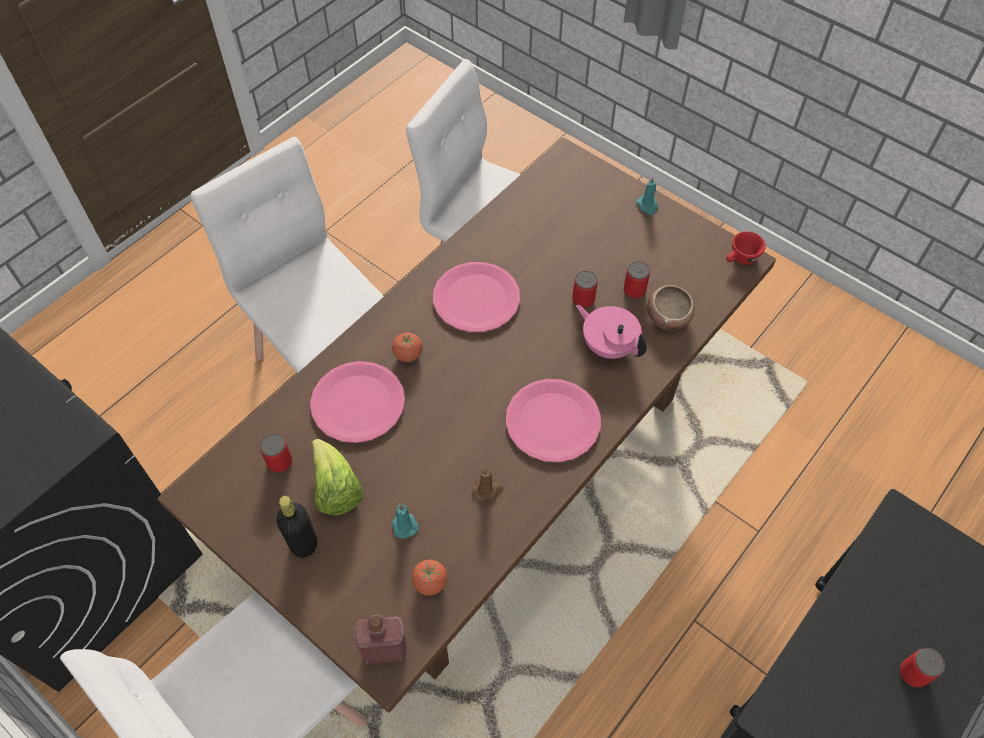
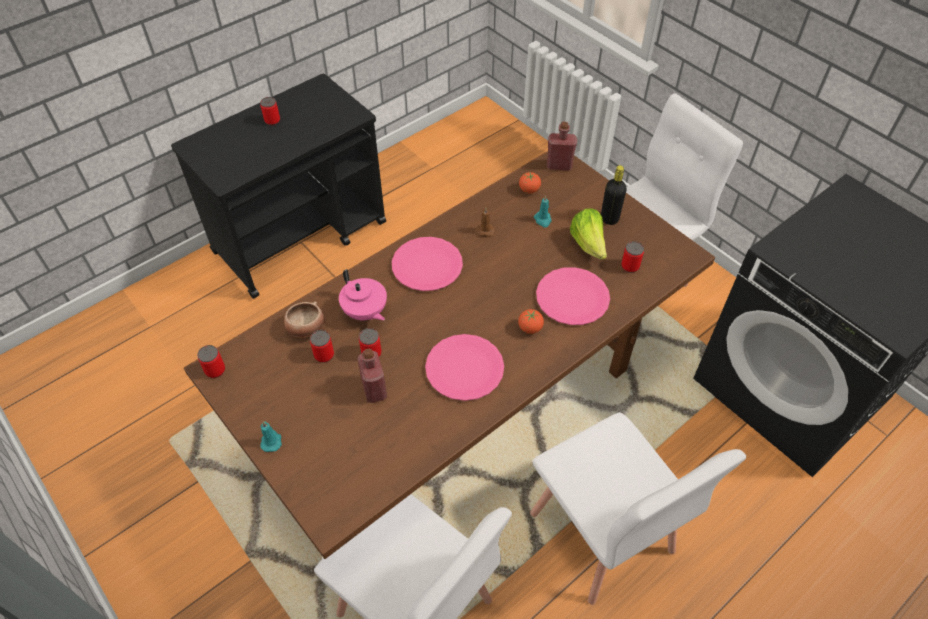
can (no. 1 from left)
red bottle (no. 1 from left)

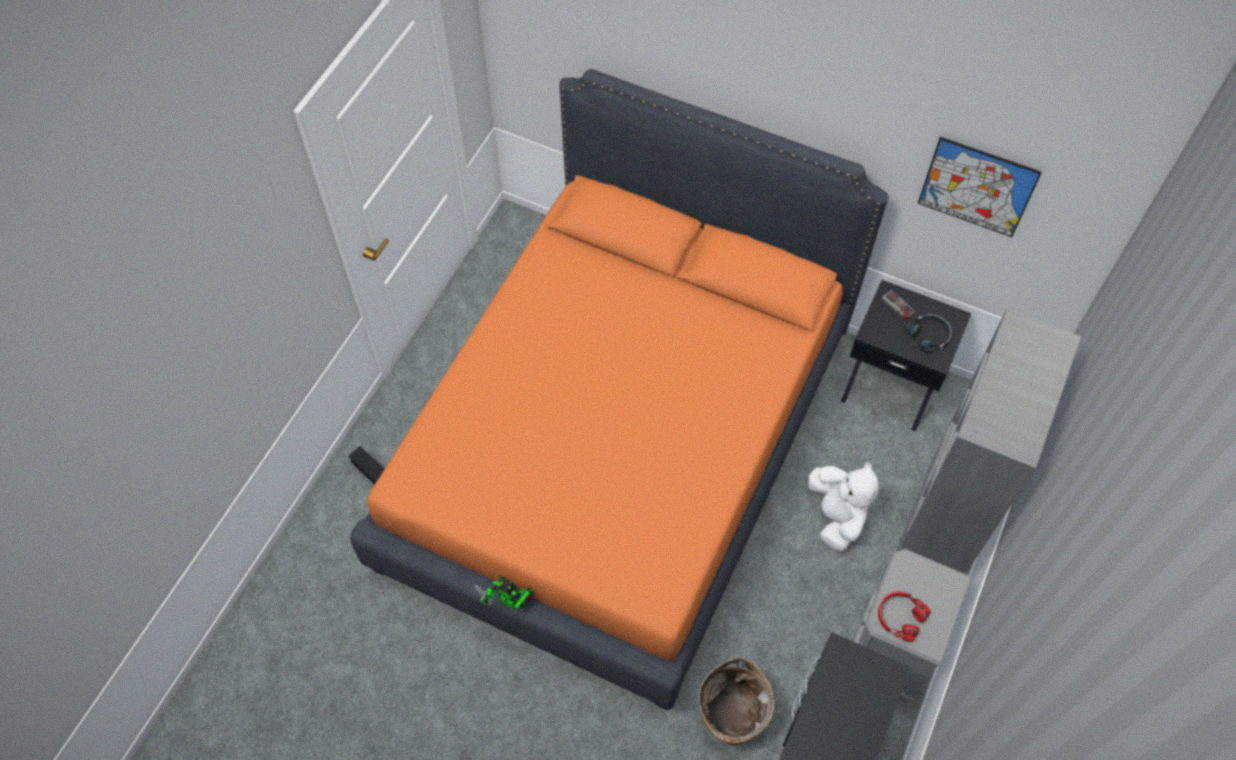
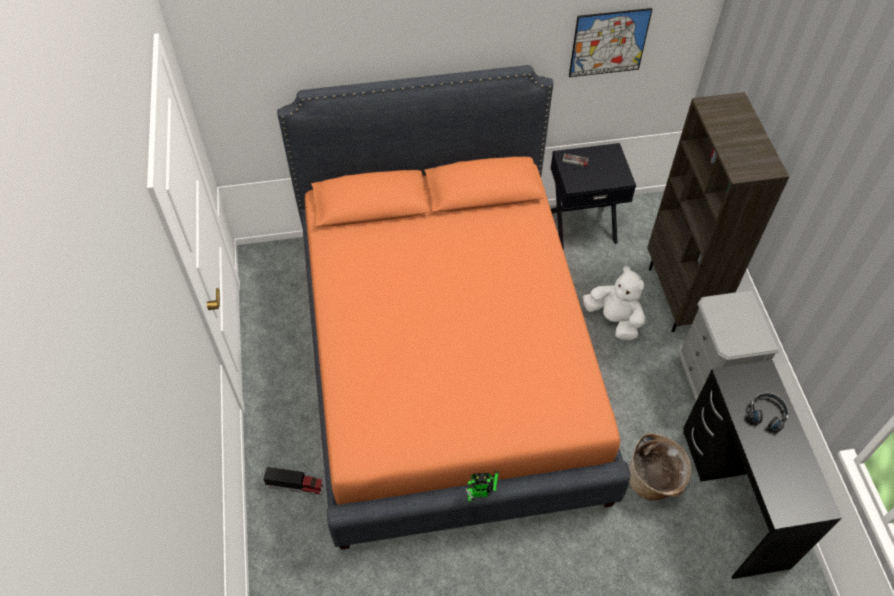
brown bookcase
black headphones
red headphones

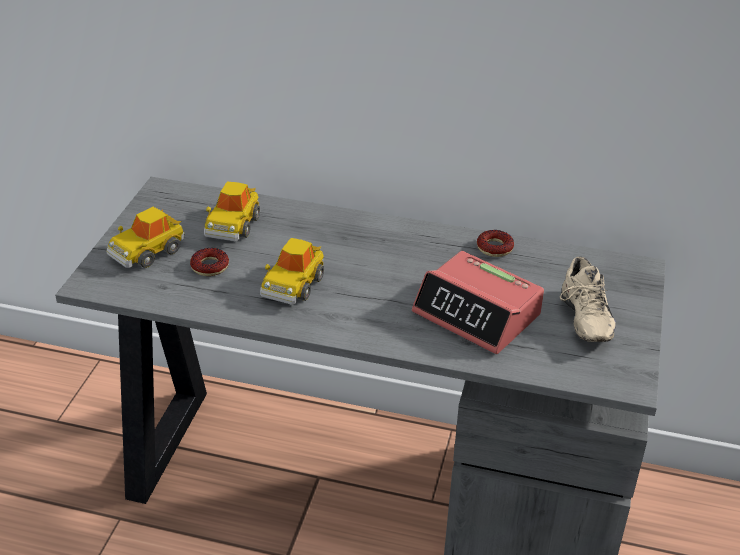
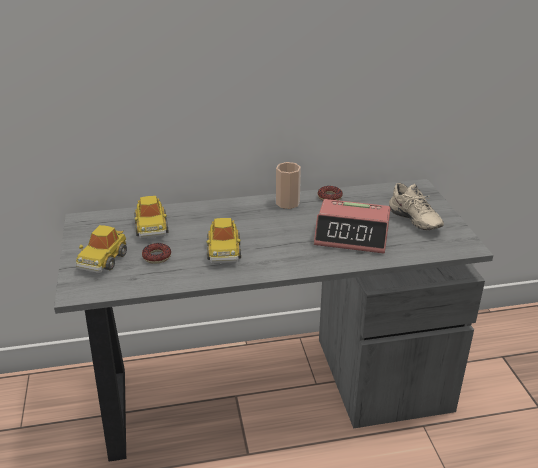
cup

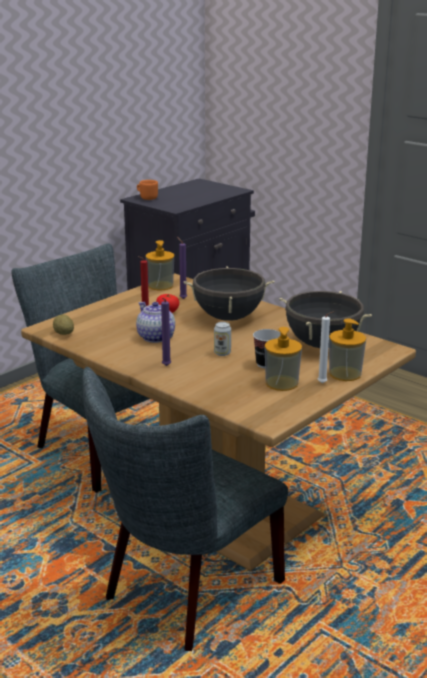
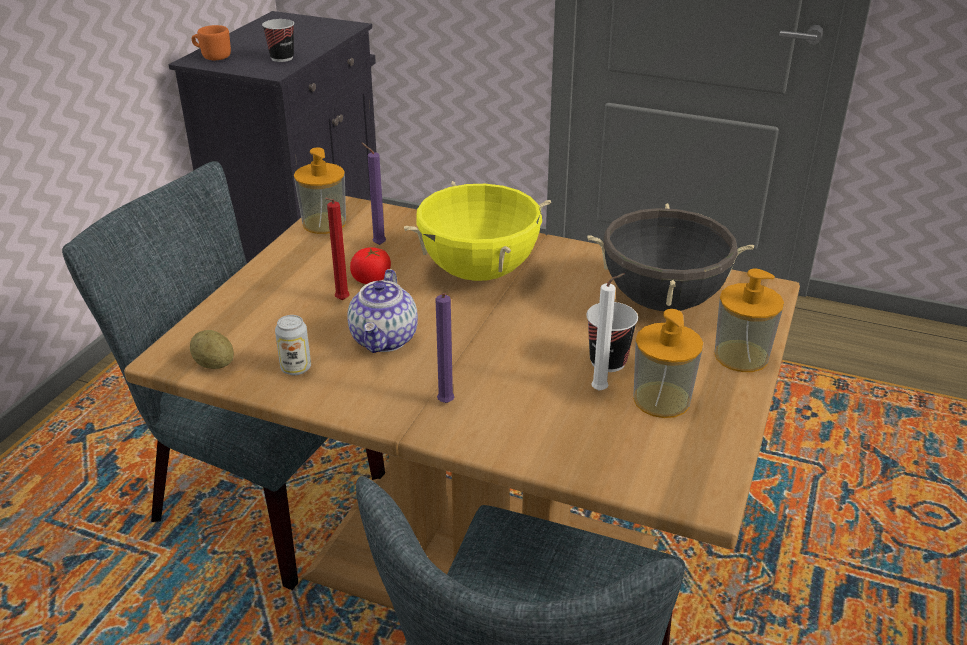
cup (no. 1 from left)
can
teapot
yellow cooking pot
white candle

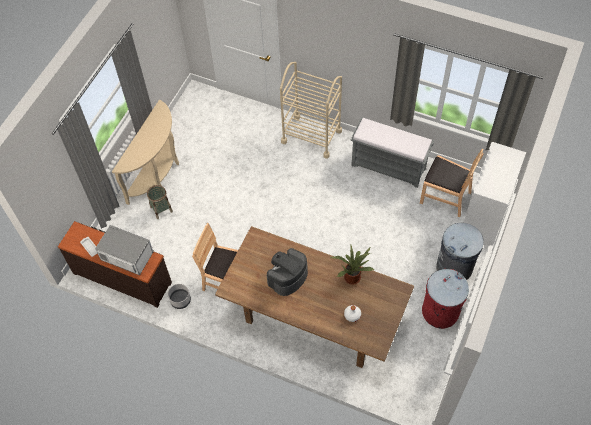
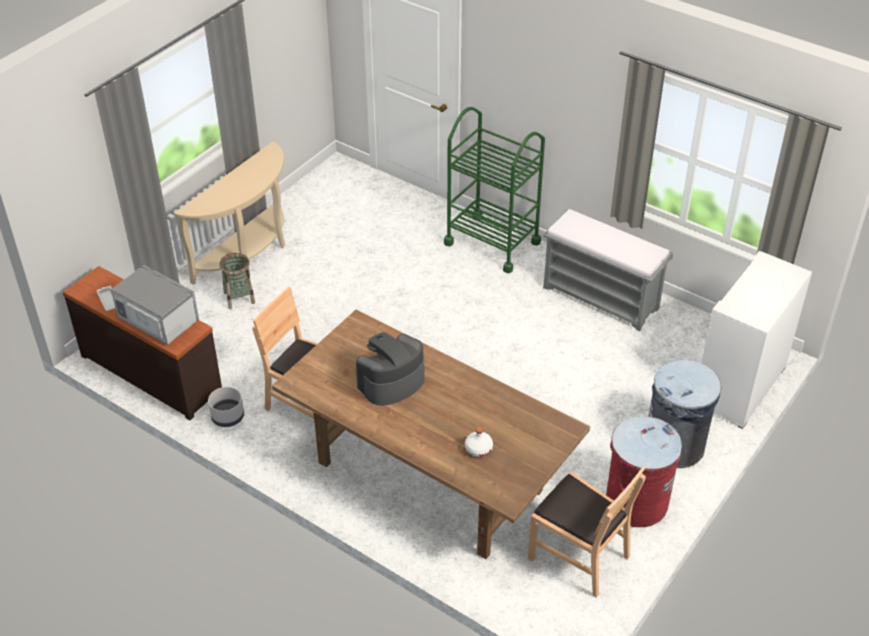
green cart
brown chair (no. 2 from left)
potted plant

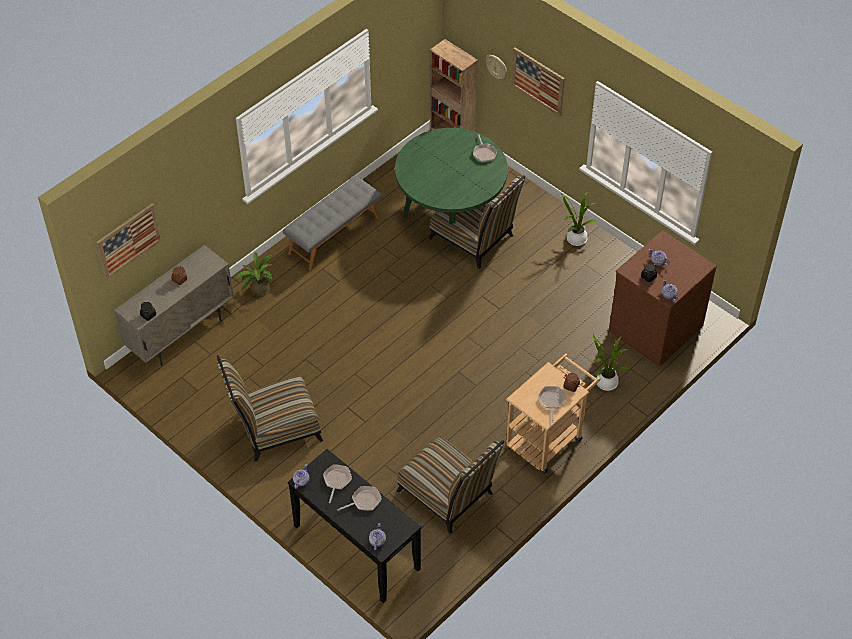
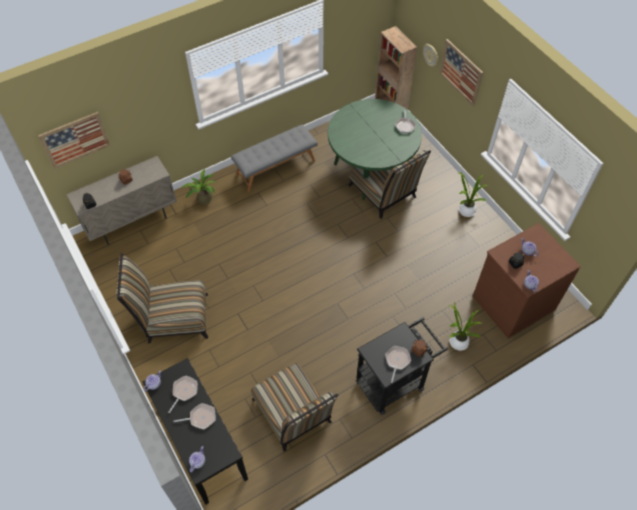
black cart

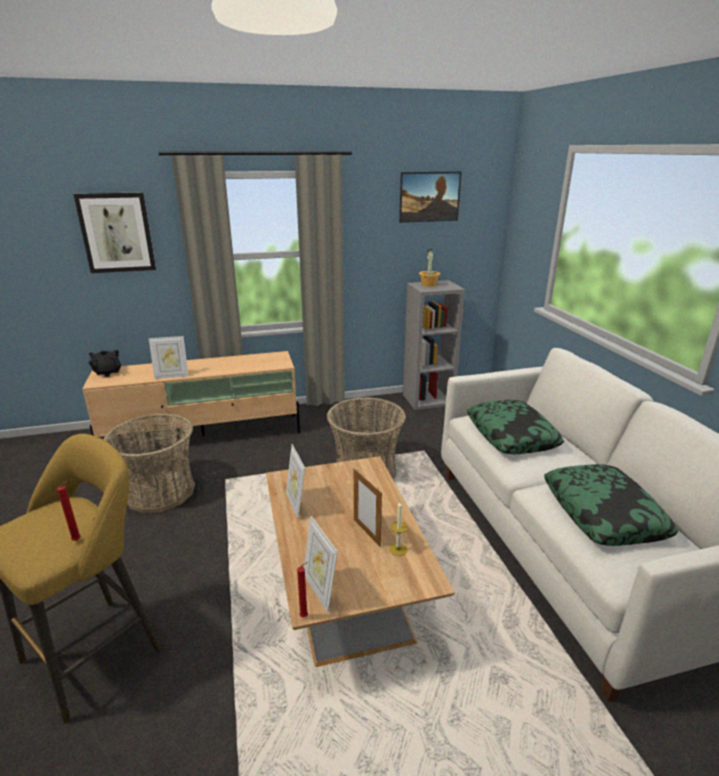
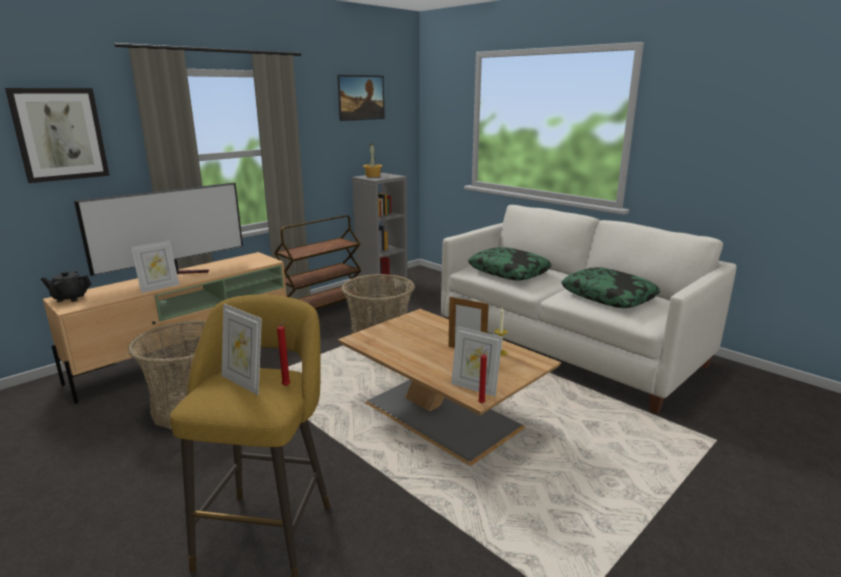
television
picture frame (no. 2 from left)
brown cart

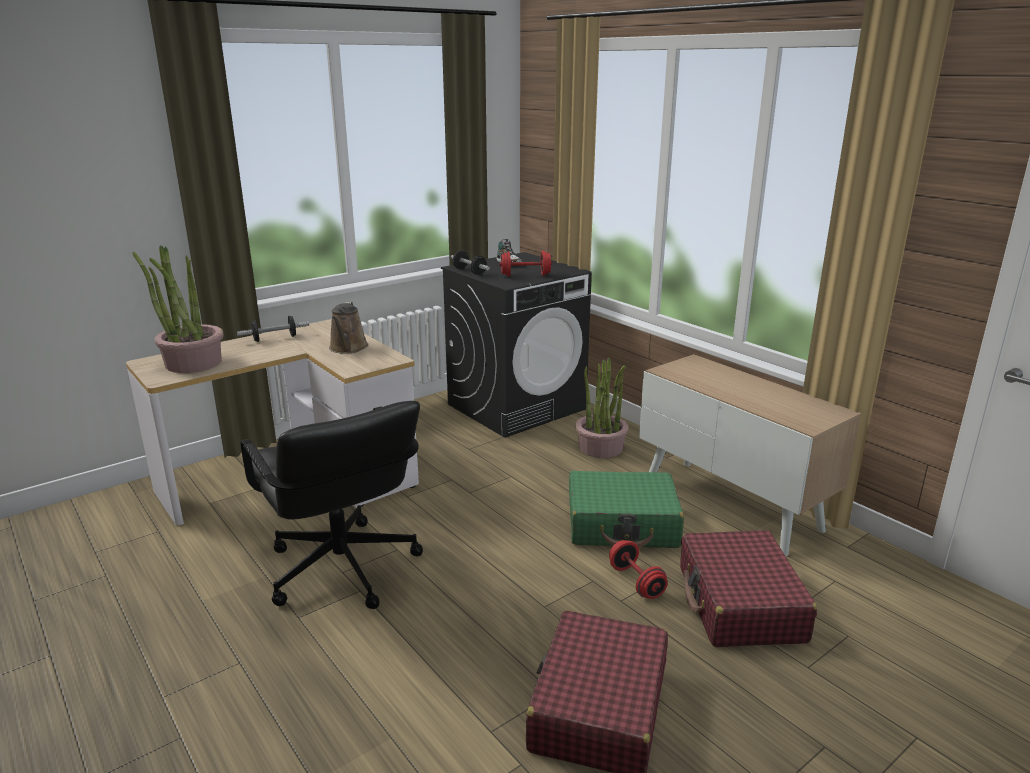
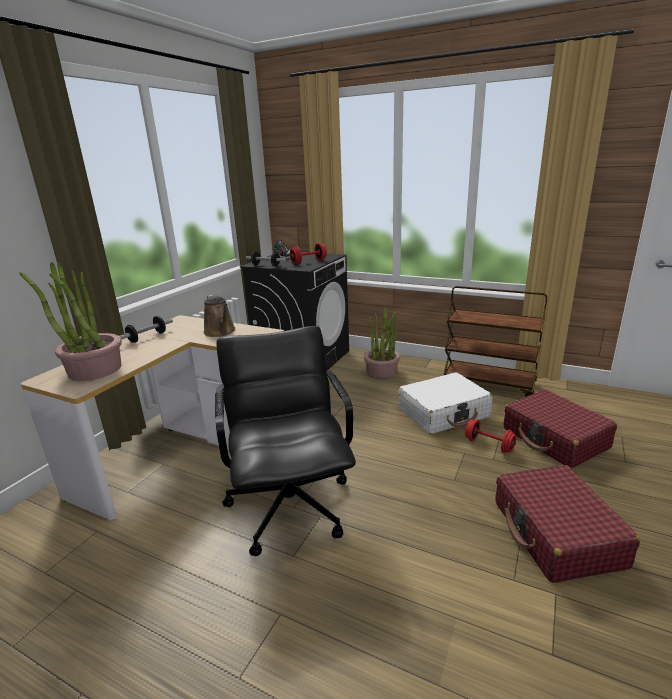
black office chair
white suitcase
brown cart

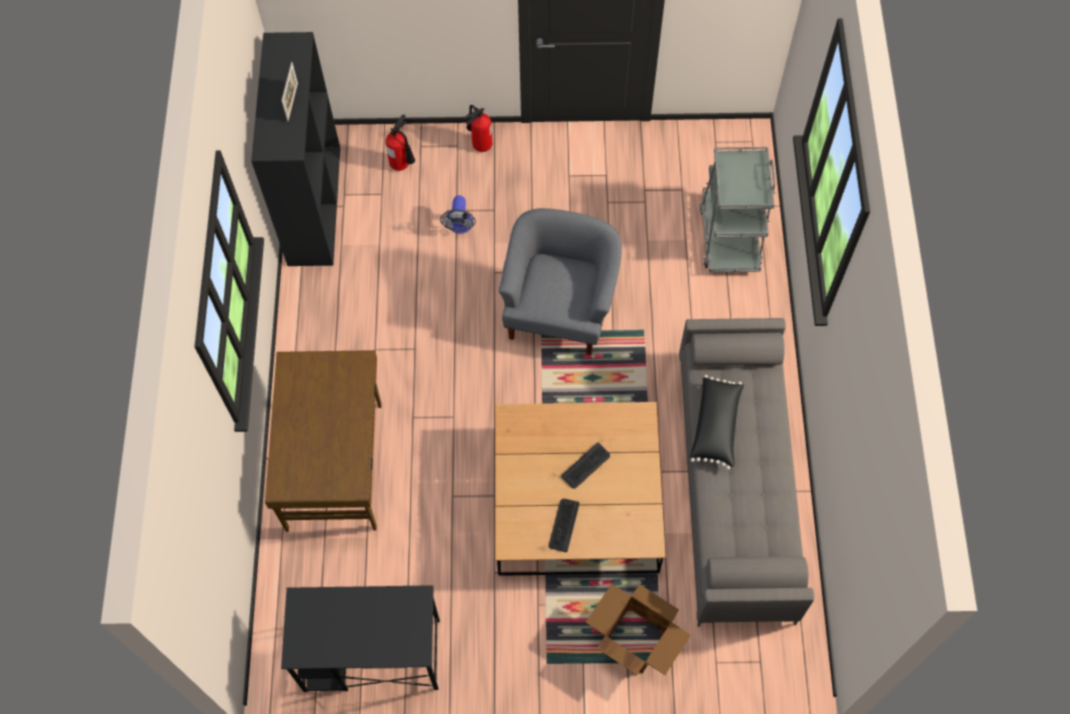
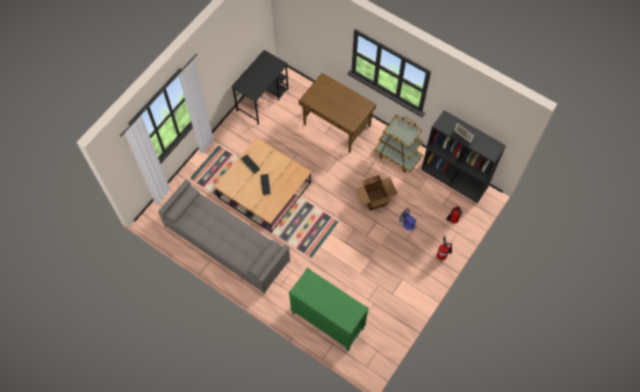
green dresser
cardboard box
brown cart
grey armchair
black pillow

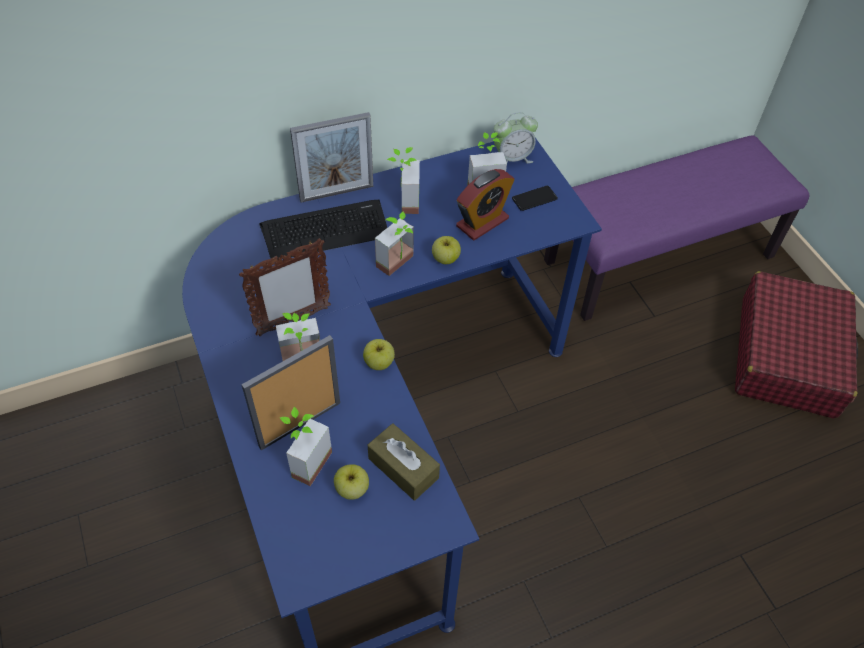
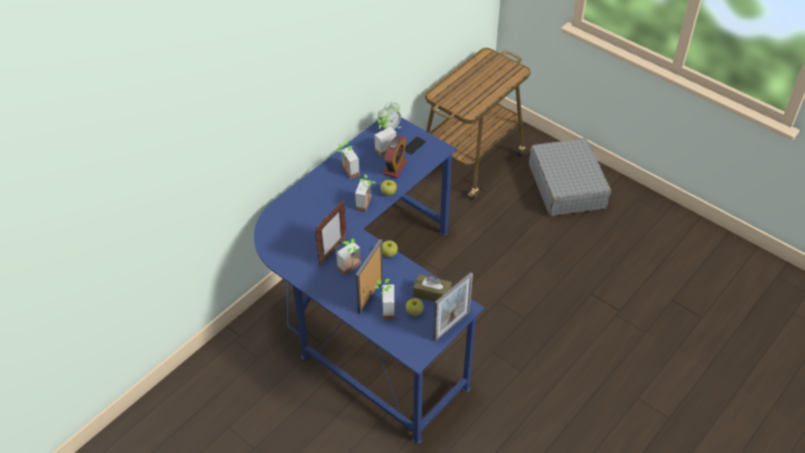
cart
picture frame (no. 3 from left)
grey suitcase
keyboard

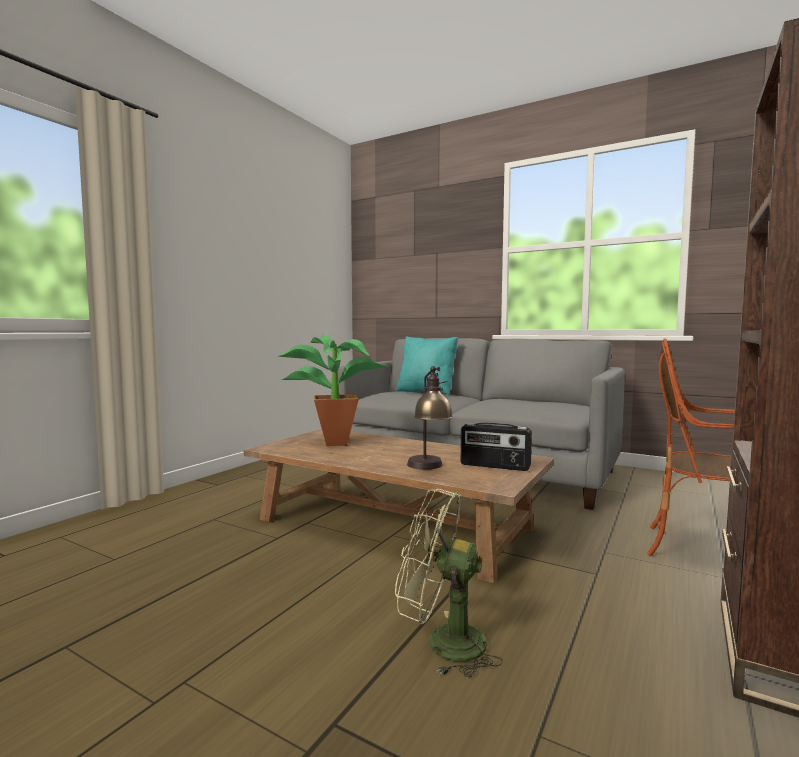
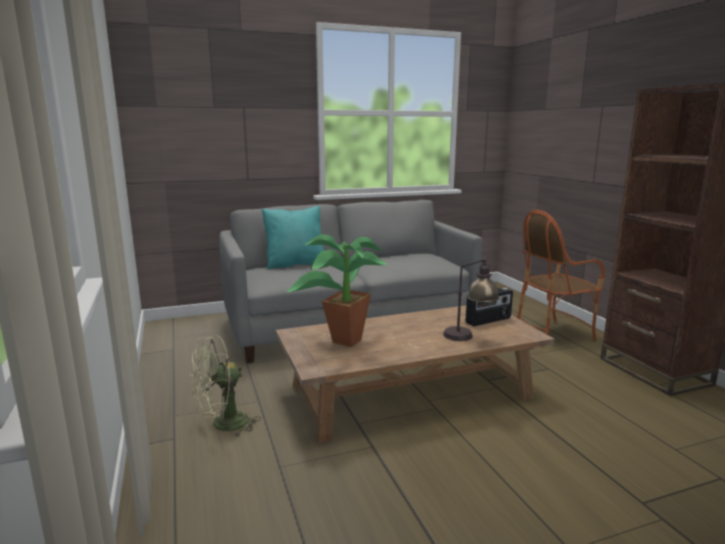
green fan

